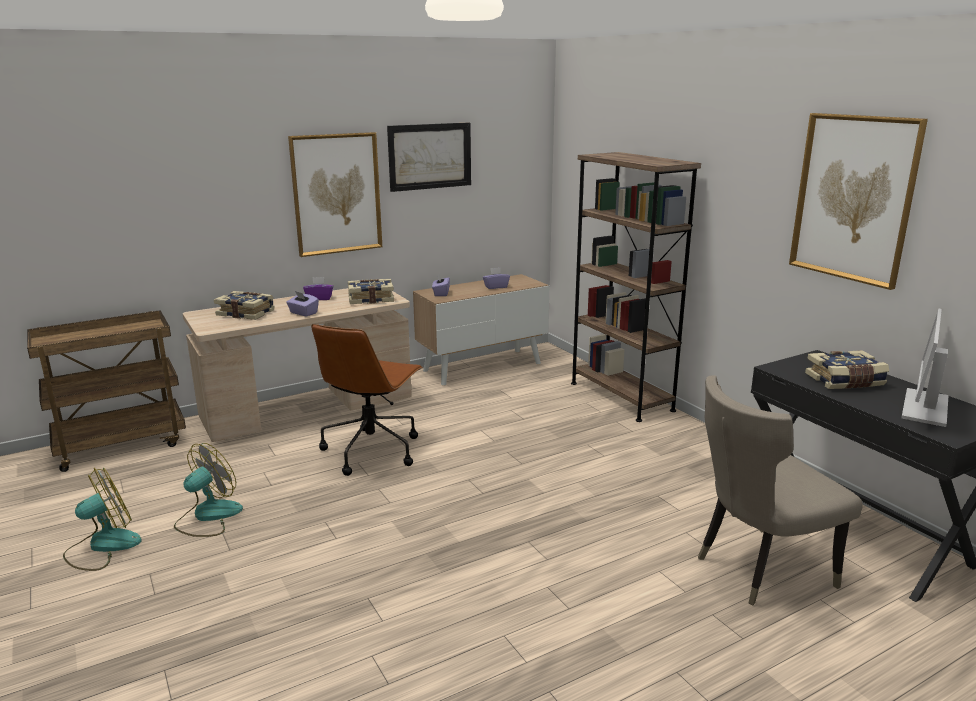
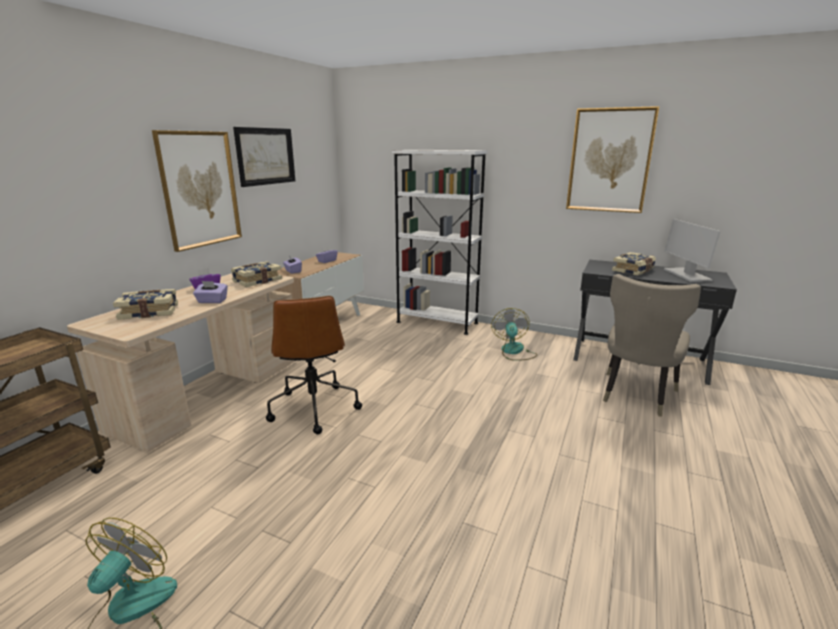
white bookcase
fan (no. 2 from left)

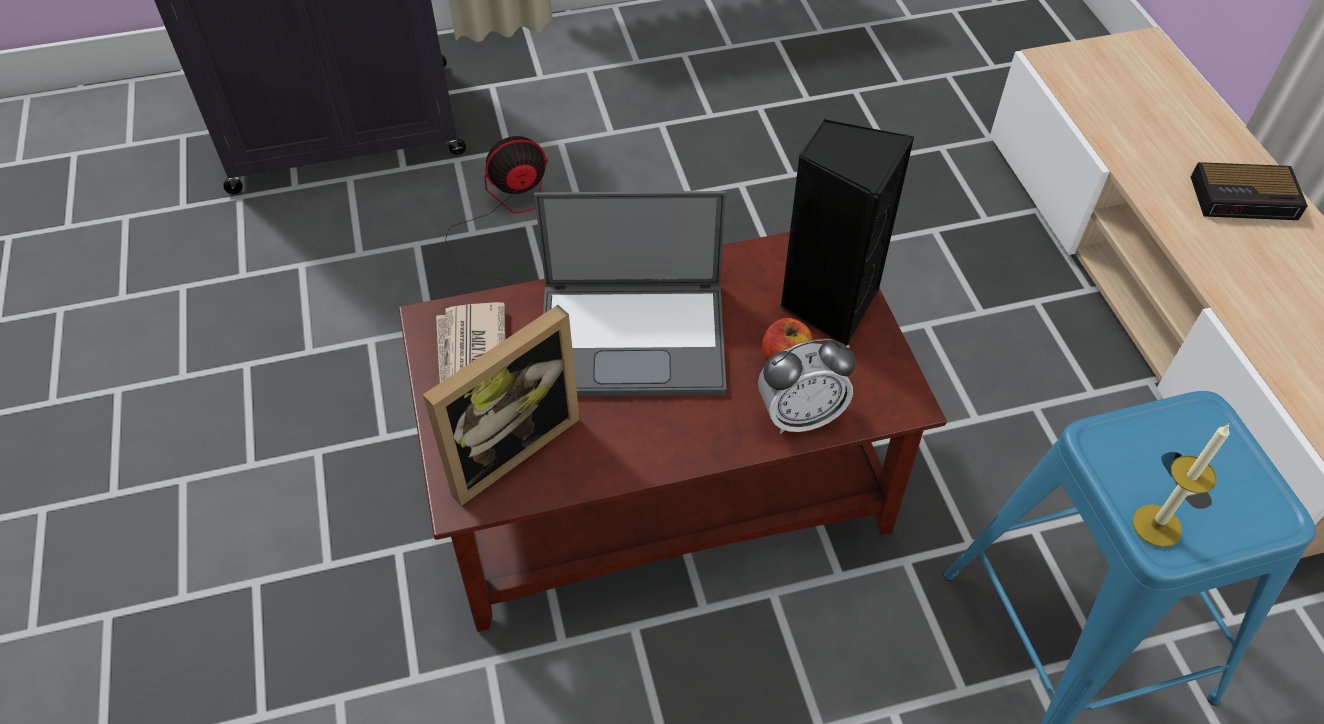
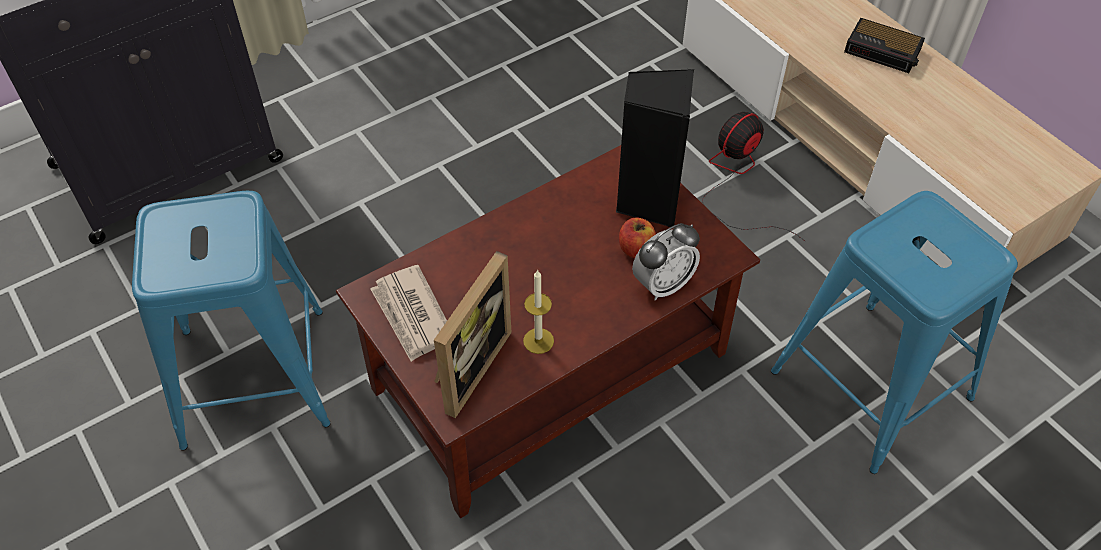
blue stool (no. 1 from left)
candle
fan
alarm clock (no. 2 from left)
laptop

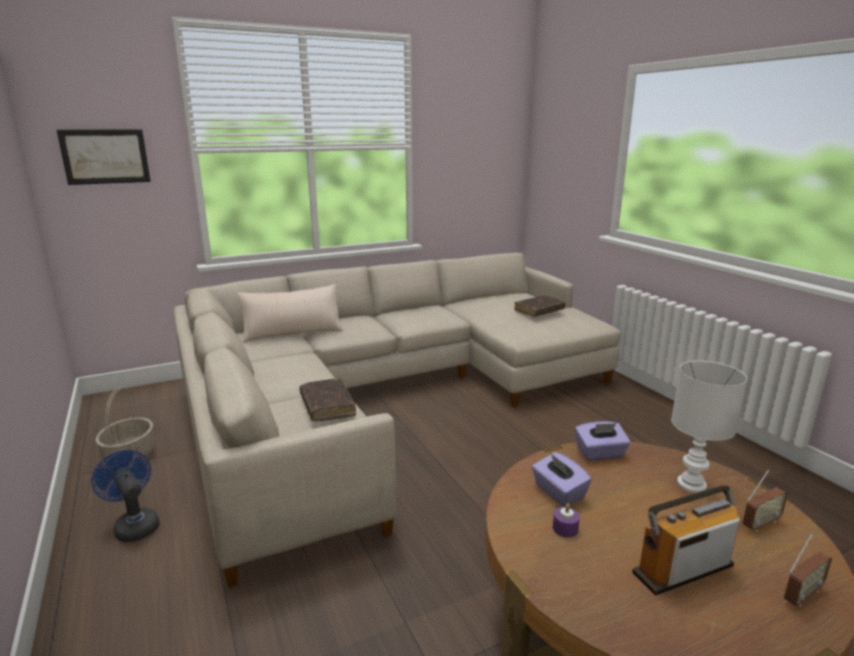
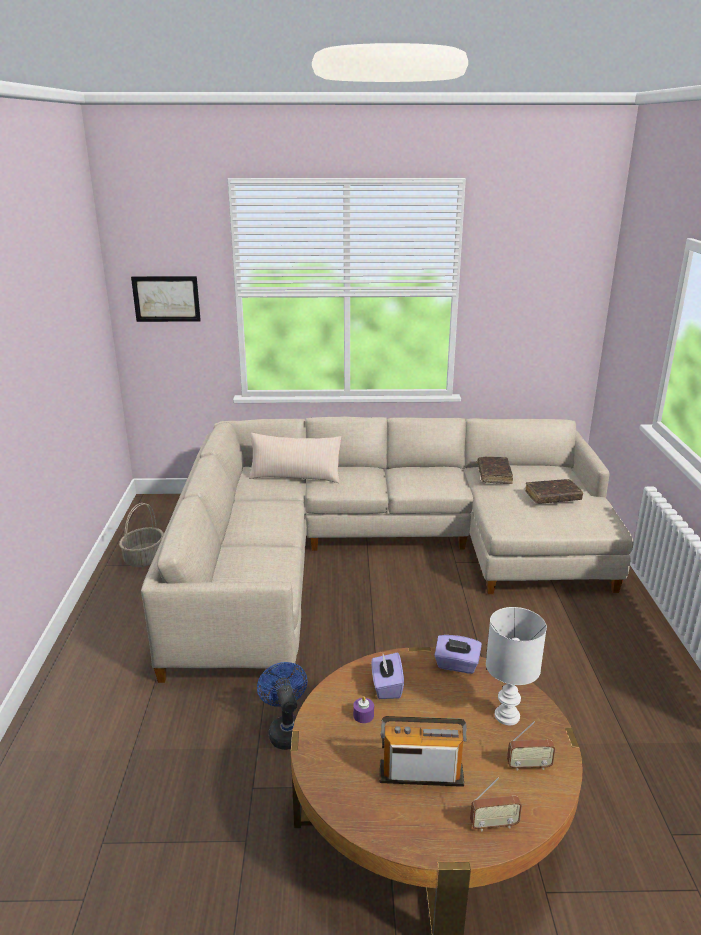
blue fan
brown book (no. 1 from left)

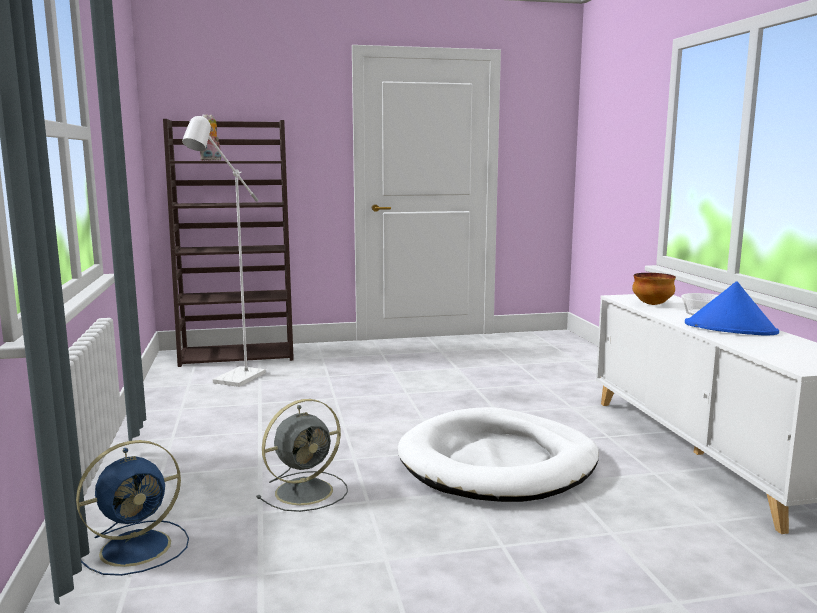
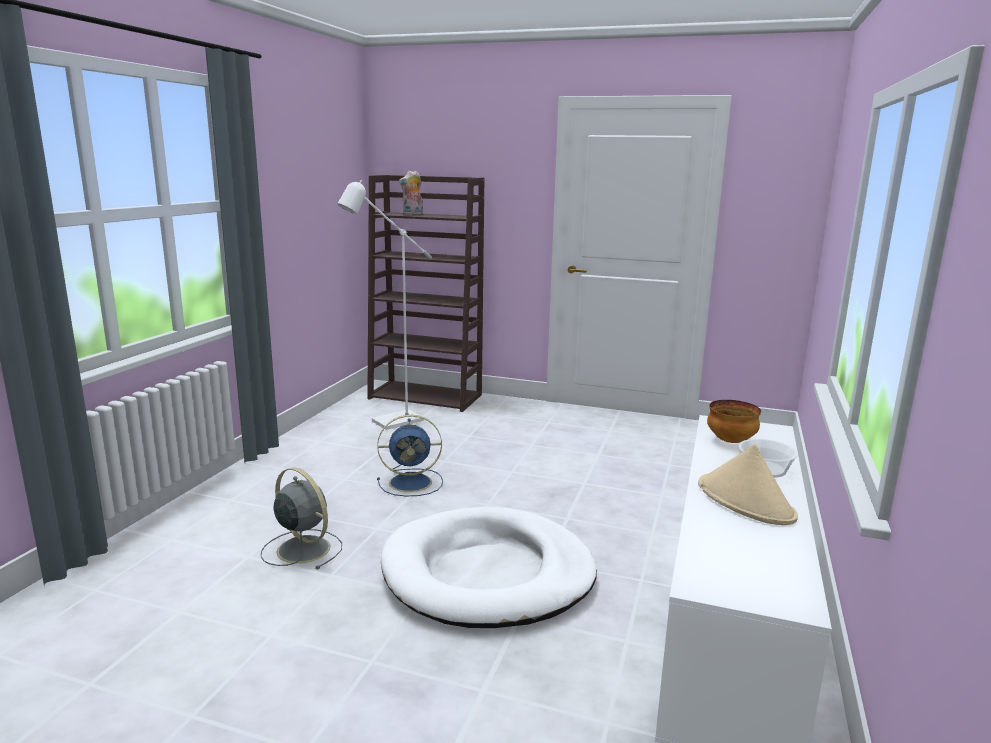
grey fan
blue fan
beige hat

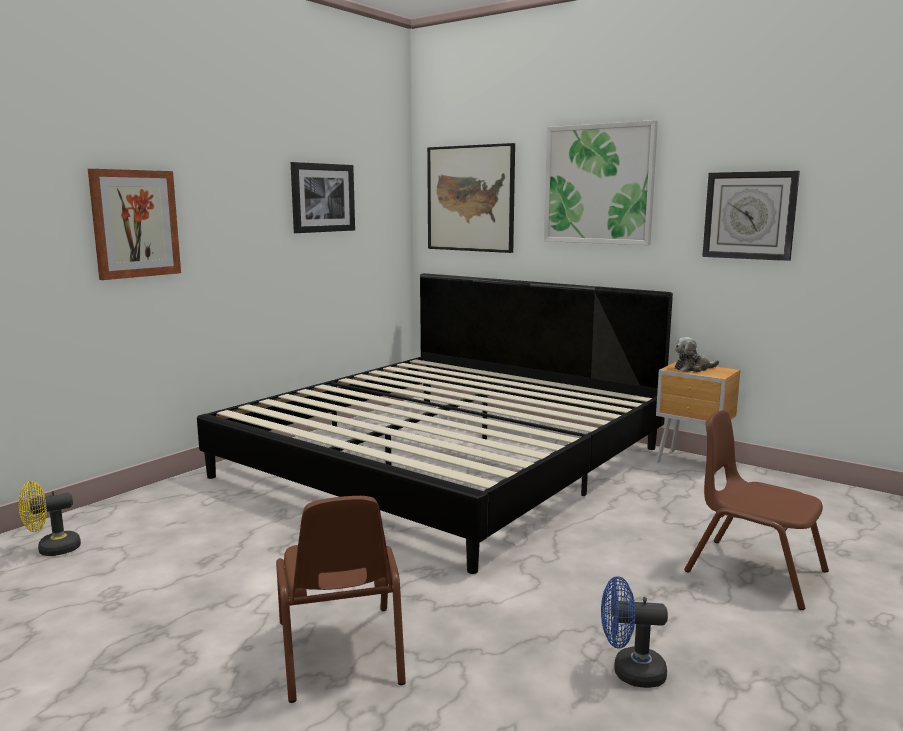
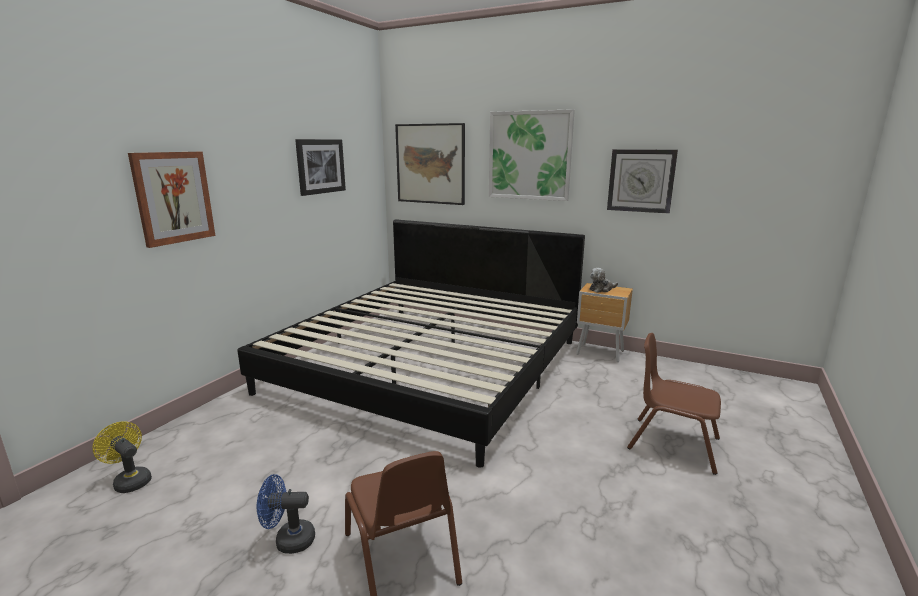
yellow fan
blue fan

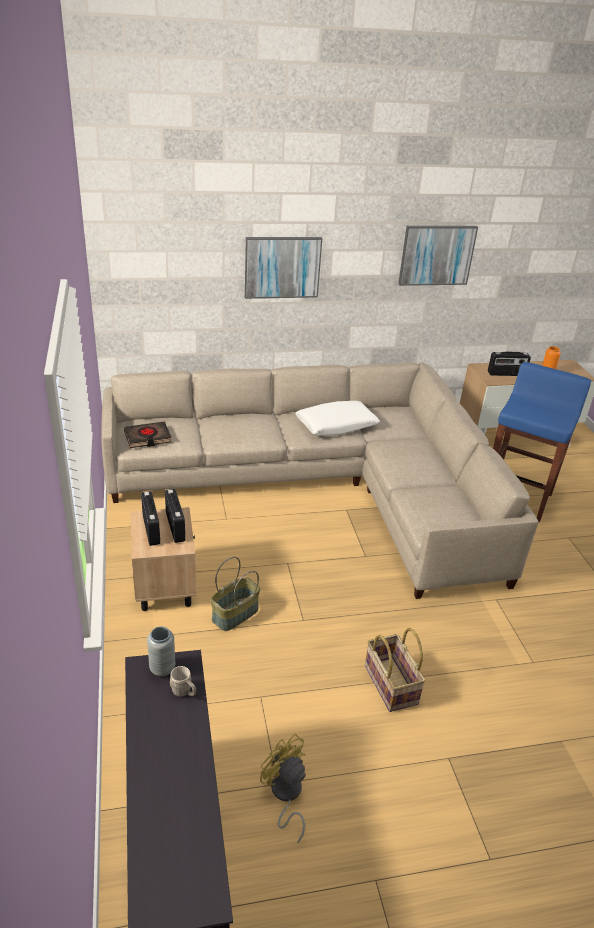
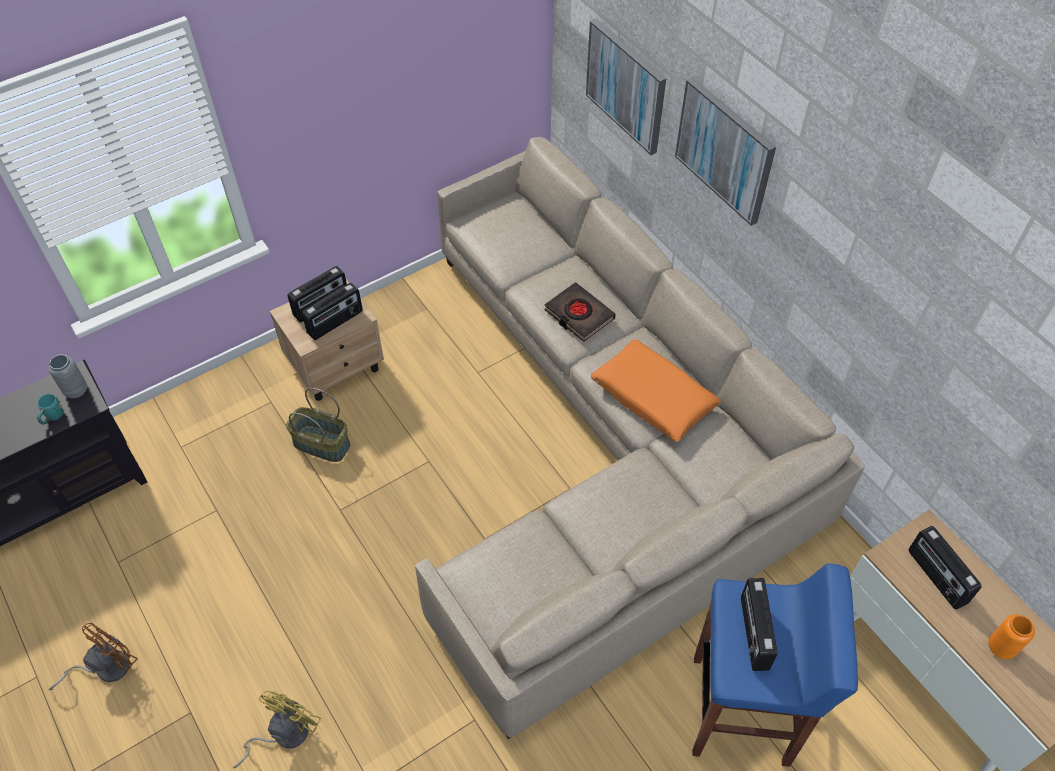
turquoise mug
brown fan
yellow fan
black book
picture (no. 1 from left)
orange pillow
radio (no. 3 from left)
basket (no. 2 from left in the first image)

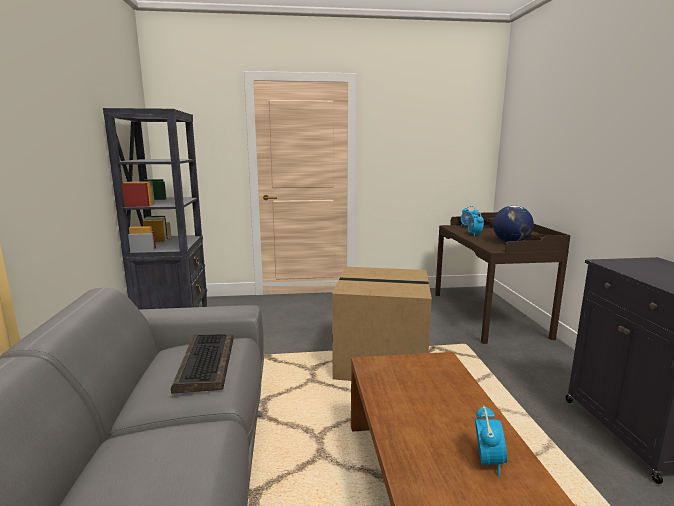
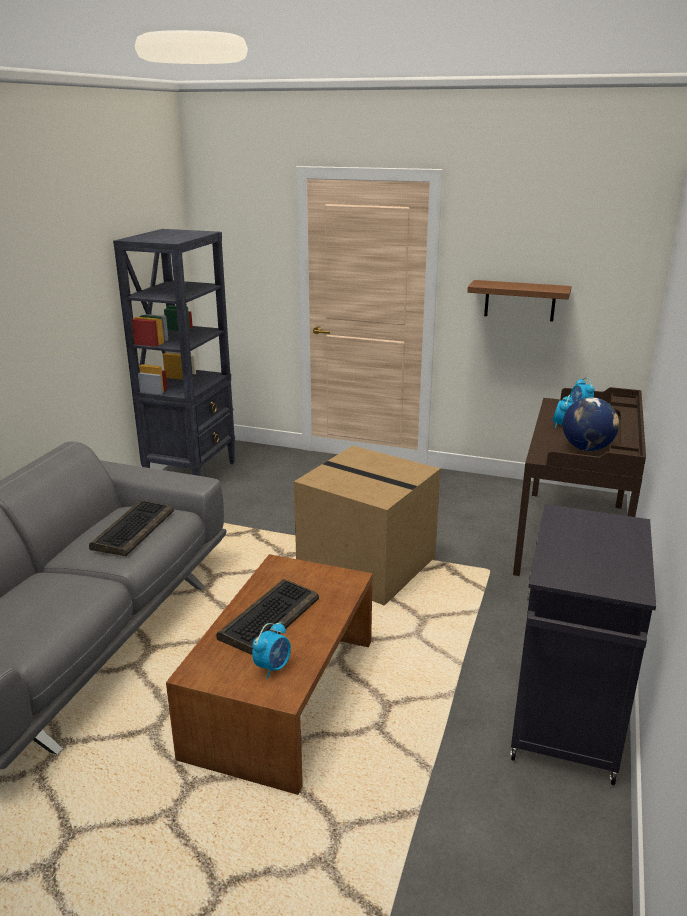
keyboard (no. 2 from left)
brown shelf

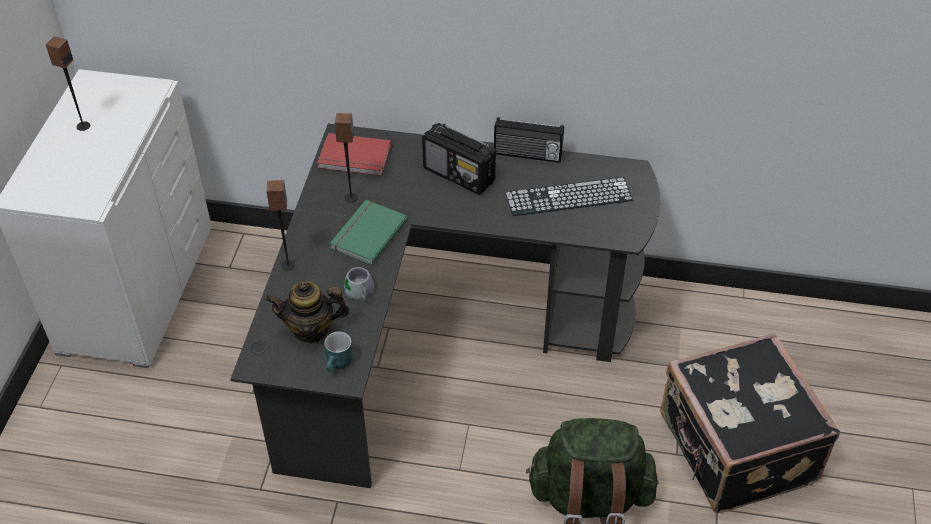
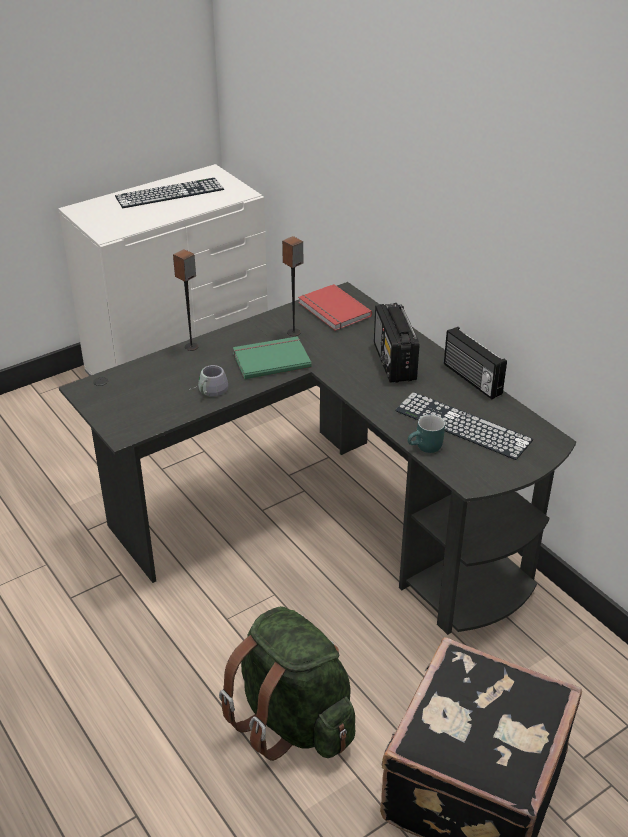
keyboard (no. 1 from left)
turquoise mug
teapot

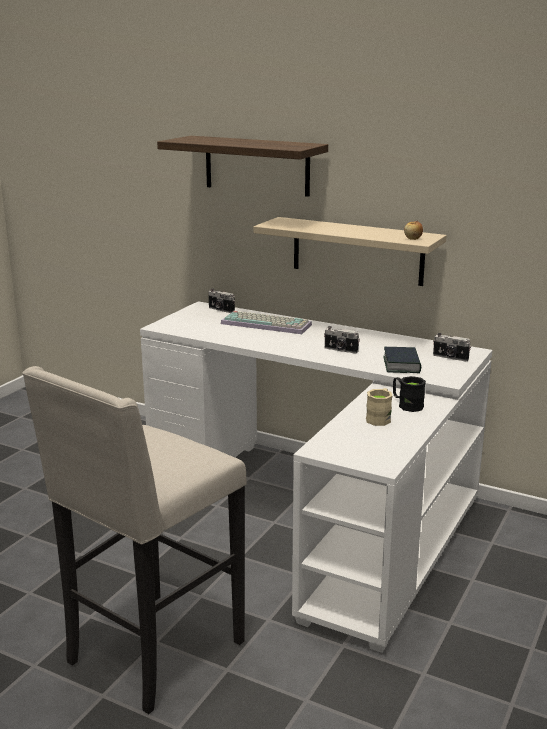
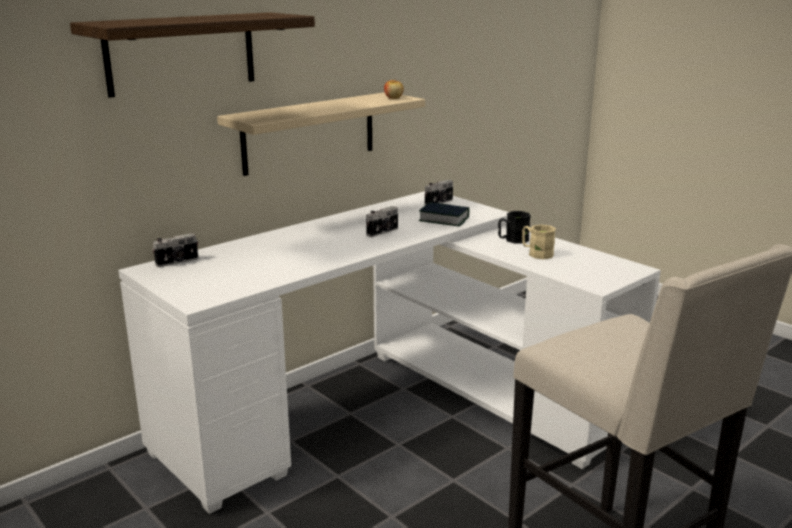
keyboard

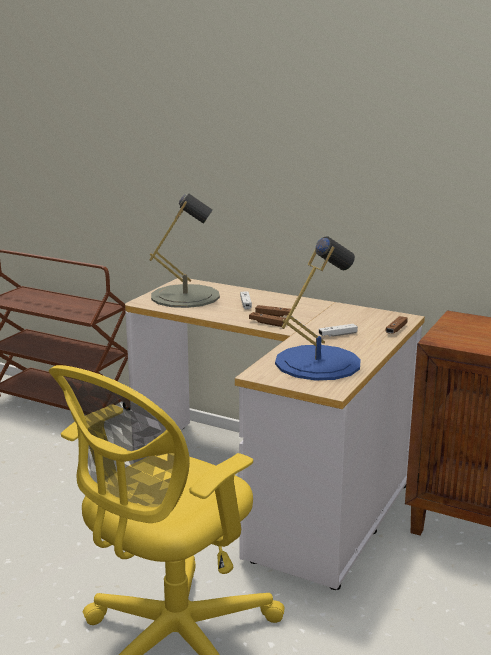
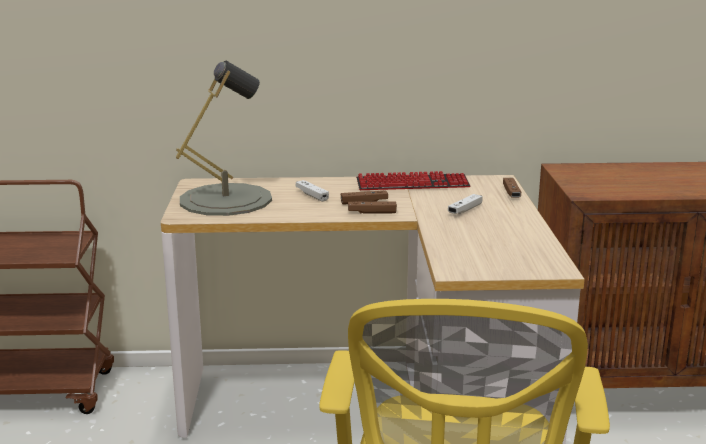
keyboard
blue table lamp

